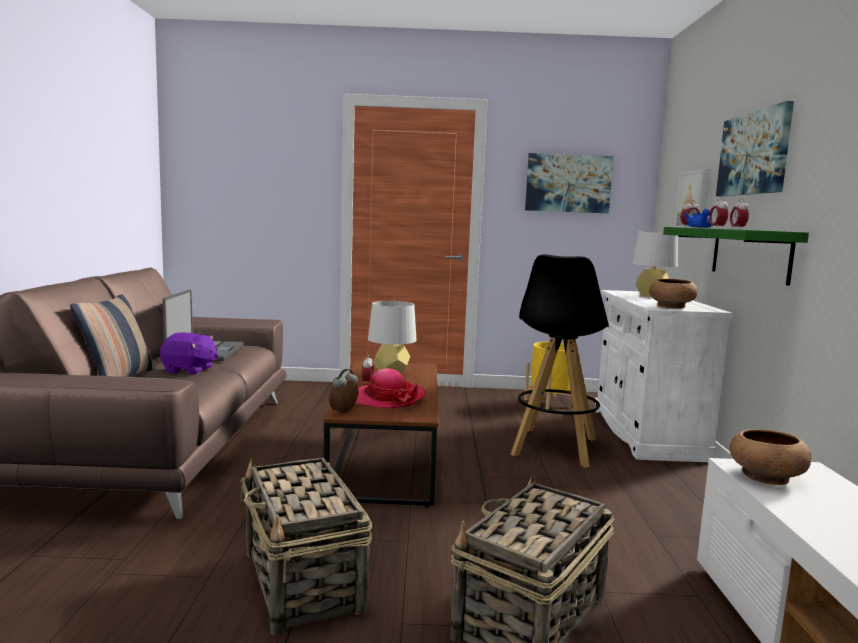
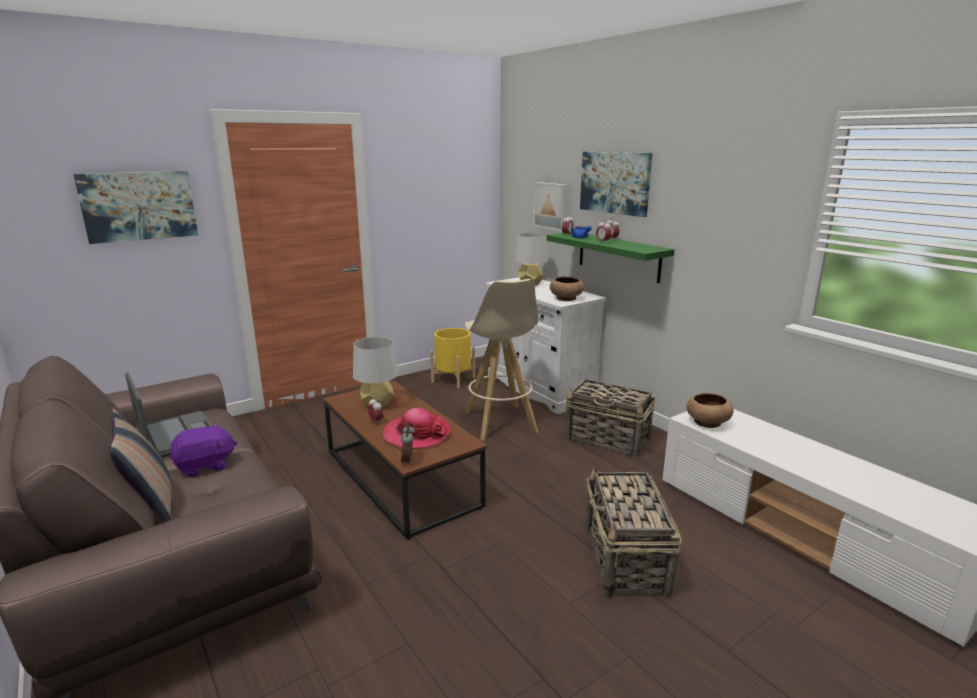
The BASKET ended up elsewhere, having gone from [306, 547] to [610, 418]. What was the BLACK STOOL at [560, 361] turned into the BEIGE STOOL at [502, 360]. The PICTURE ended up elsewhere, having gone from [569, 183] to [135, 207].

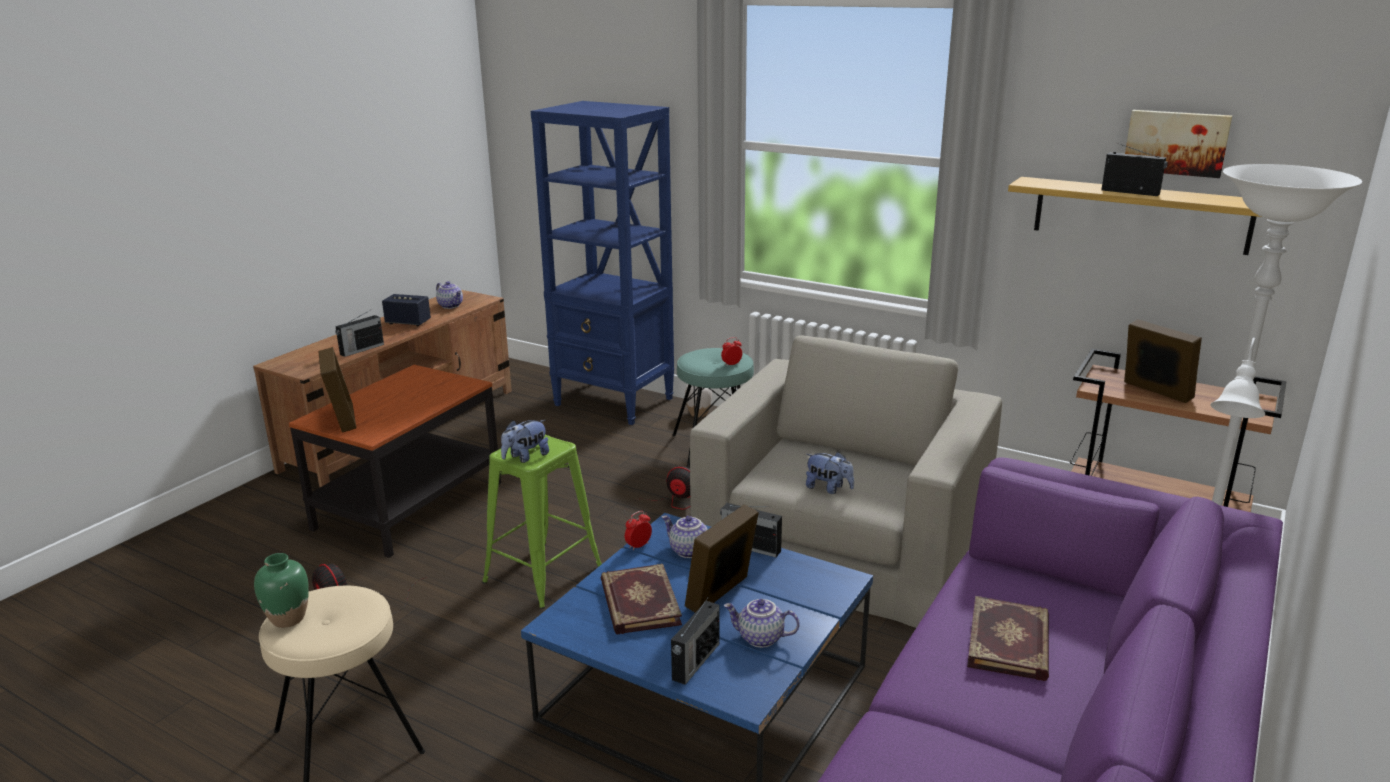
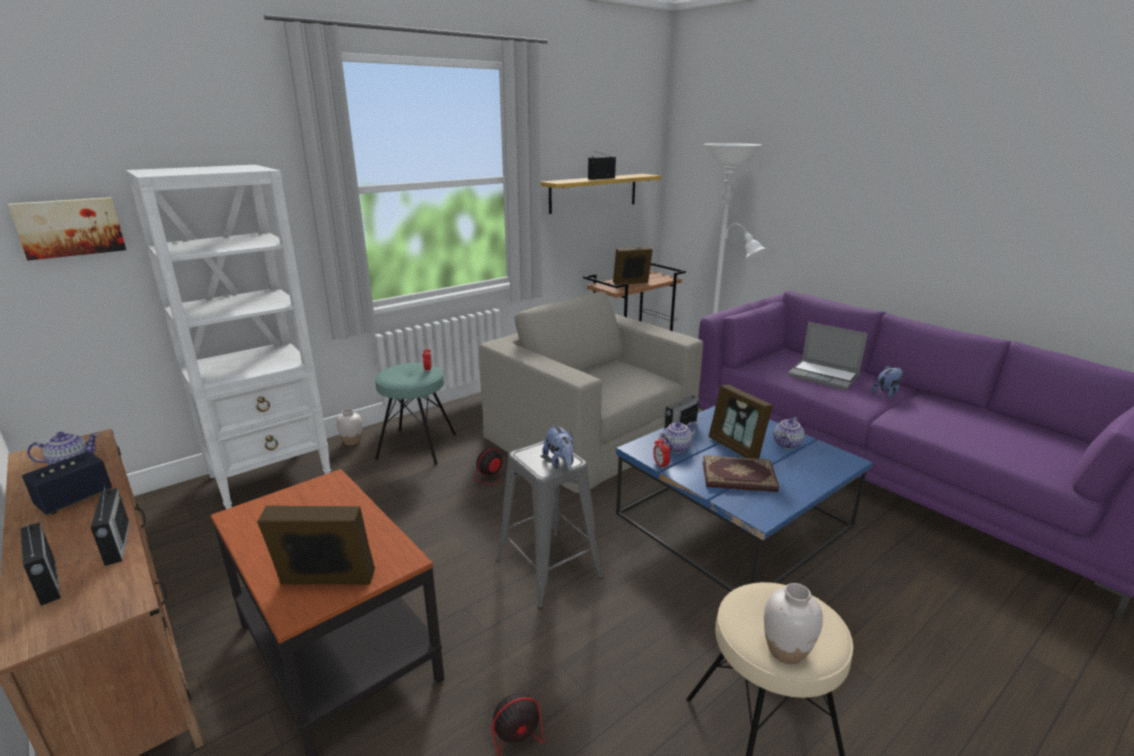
What was the GREEN VASE at [281, 590] turned into the WHITE VASE at [793, 623]. What was the GREEN STOOL at [542, 522] turned into the GREY STOOL at [549, 524]. What was the BLUE BOOKCASE at [602, 263] turned into the WHITE BOOKCASE at [228, 337]. The RADIO ended up elsewhere, having gone from [695, 640] to [40, 562]. The PLUSH TOY ended up elsewhere, having gone from [830, 473] to [887, 381]. Where the BOOK stood at [1008, 638], the LAPTOP came to stand at [828, 356]. The PICTURE ended up elsewhere, having gone from [1178, 144] to [67, 229].

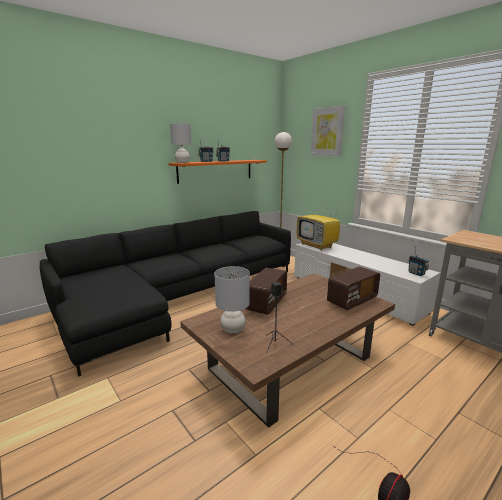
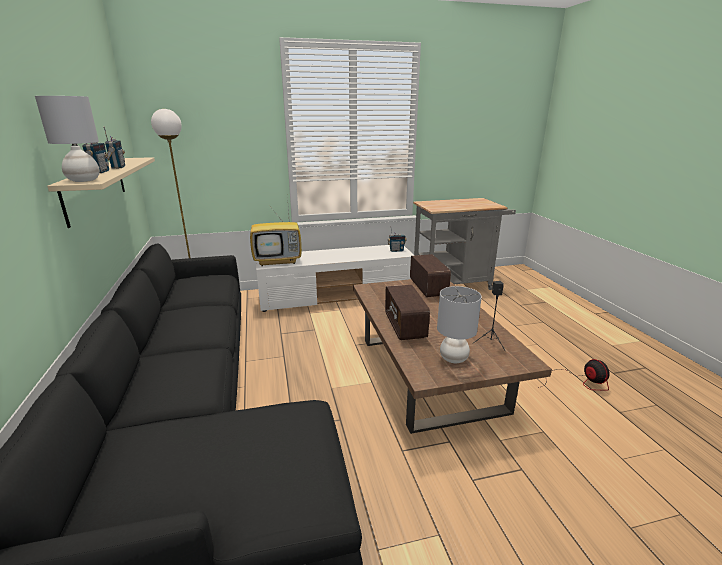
What was the ORANGE SHELF at [218, 172] turned into the BEIGE SHELF at [101, 192]. The RADIO at [266, 291] ended up facing another way, 150 degrees counterclockwise from before. The second view lost the PICTURE at [328, 131].

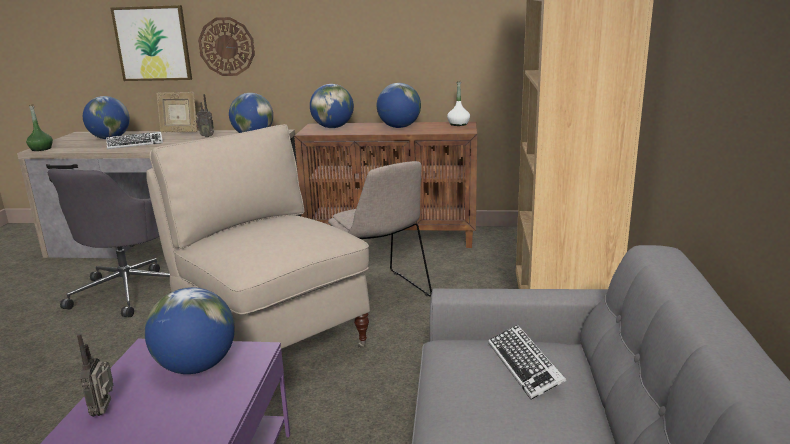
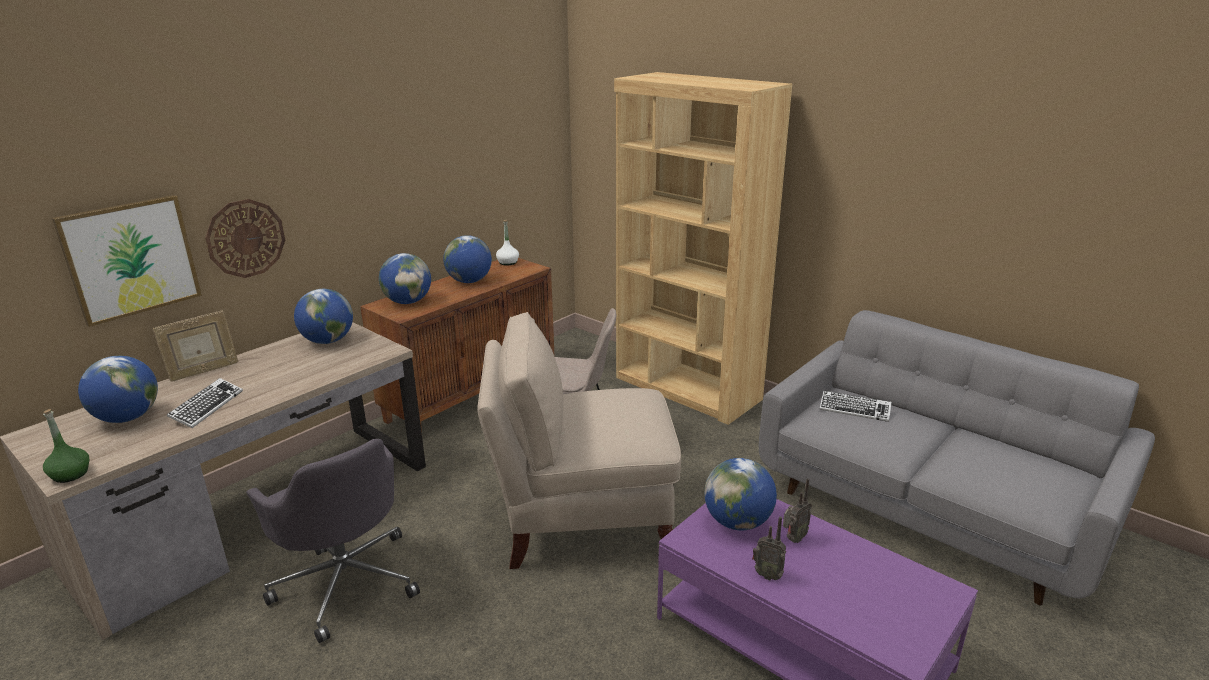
The RADIO ended up elsewhere, having gone from [205, 116] to [797, 510].

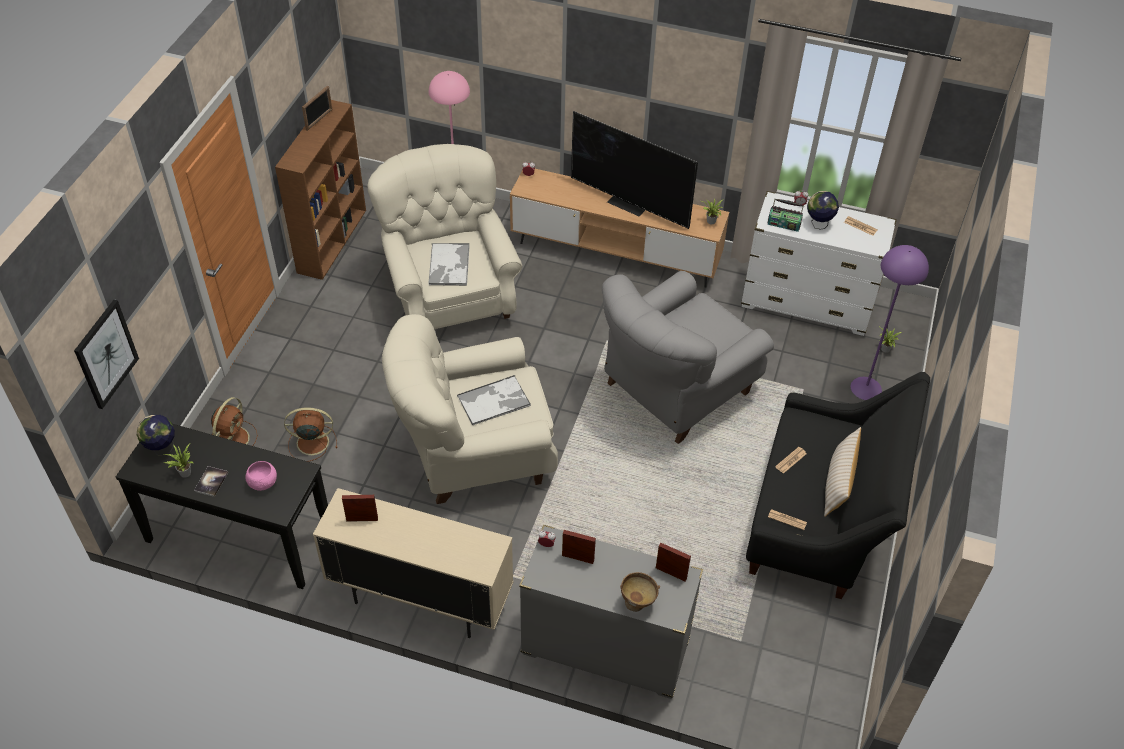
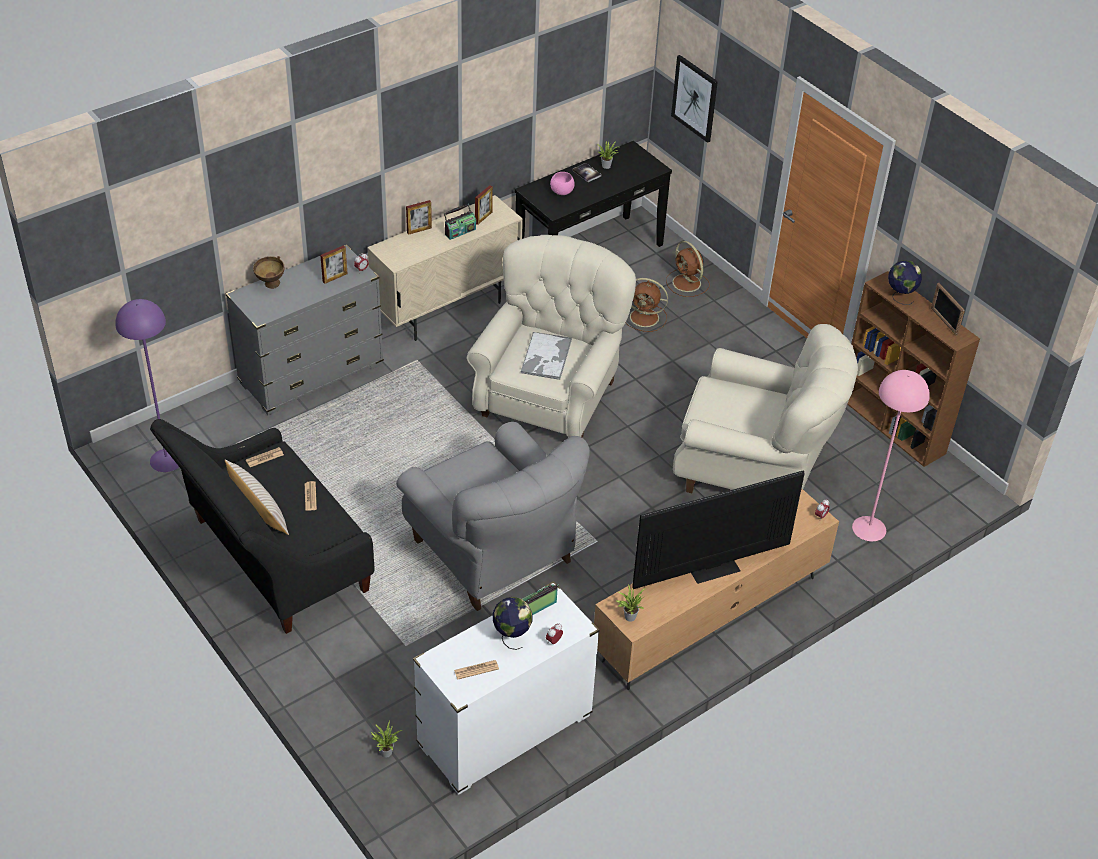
The GLOBE ended up elsewhere, having gone from [156, 435] to [905, 282]. The BROWN FAN at [310, 434] ended up facing another way, 75 degrees clockwise from before. The second view lost the TRAY at [449, 264]. The GREY ARMCHAIR at [688, 357] ended up facing another way, 150 degrees clockwise from before. The PICTURE FRAME ended up elsewhere, having gone from [673, 562] to [419, 217]. The PURPLE FLOOR LAMP ended up elsewhere, having gone from [890, 322] to [147, 385]. The second view gained the RADIO at [460, 222].

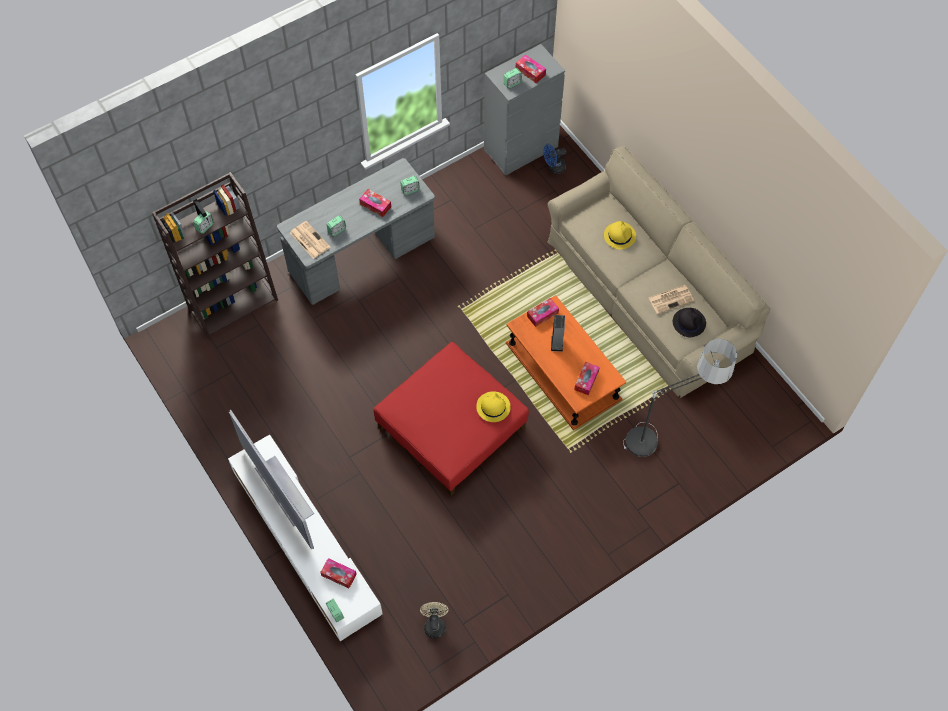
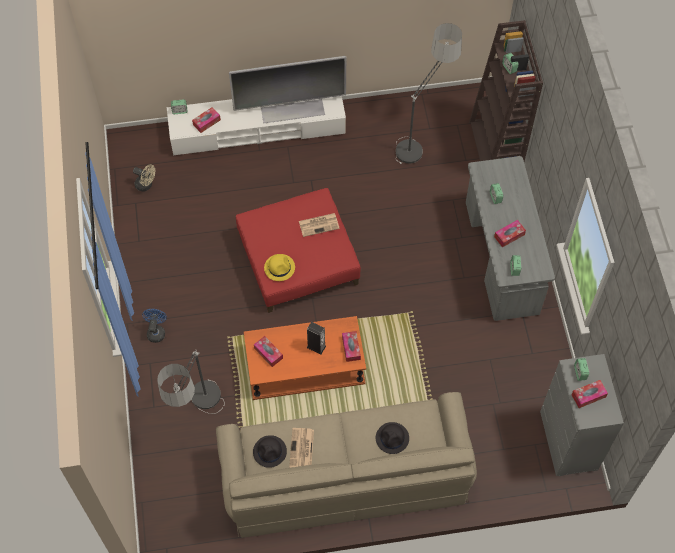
The NEWSPAPER ended up elsewhere, having gone from [310, 240] to [319, 225]. The BLUE FAN ended up elsewhere, having gone from [554, 159] to [154, 326]. What was the YELLOW HAT at [620, 235] turned into the BLACK HAT at [392, 438]. The second view gained the FLOOR LAMP at [429, 93].

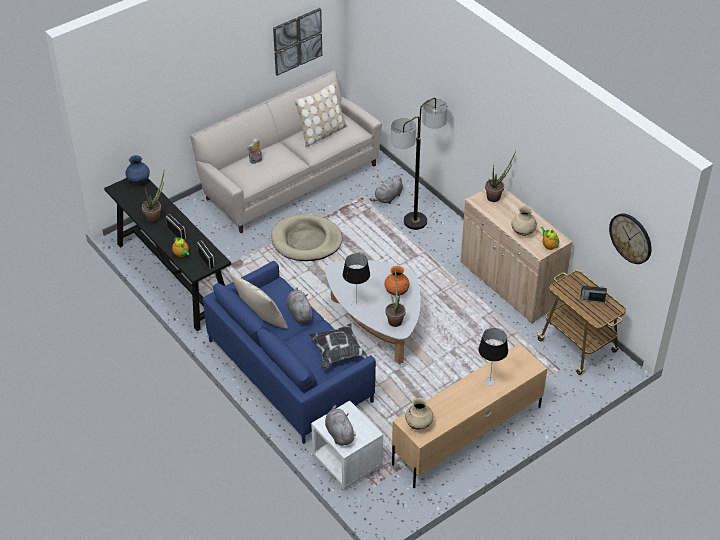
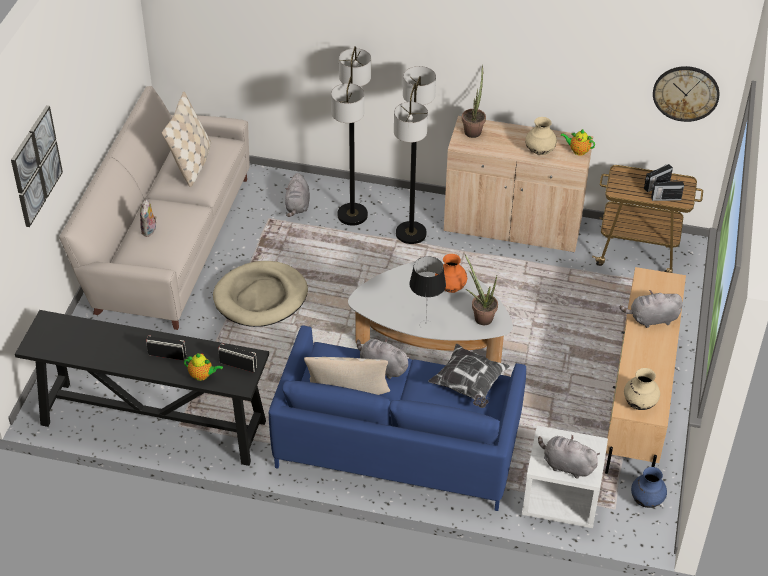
The BLUE VASE ended up elsewhere, having gone from [137, 169] to [649, 487]. The second view lost the POTTED PLANT at [153, 197]. The PICTURE ended up elsewhere, having gone from [297, 42] to [37, 166]. Where the TABLE LAMP stood at [493, 356], the GREY PLUSH TOY came to stand at [651, 309]. The second view gained the FLOOR LAMP at [415, 155]. The second view gained the RADIO at [667, 190].

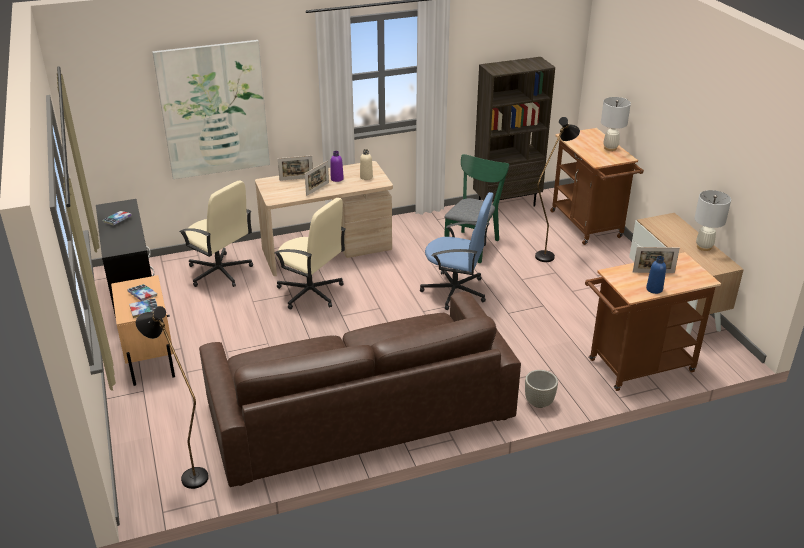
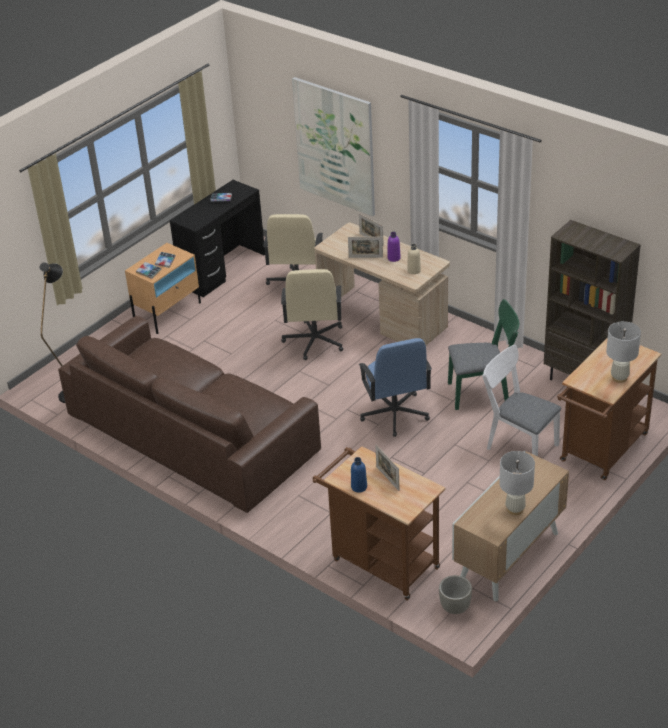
The GREY PLANTER ended up elsewhere, having gone from [541, 389] to [455, 594]. Where the BLACK FLOOR LAMP stood at [557, 189], the WHITE CHAIR came to stand at [521, 400].

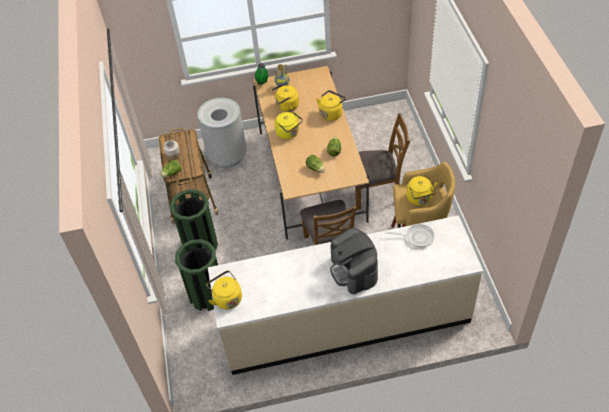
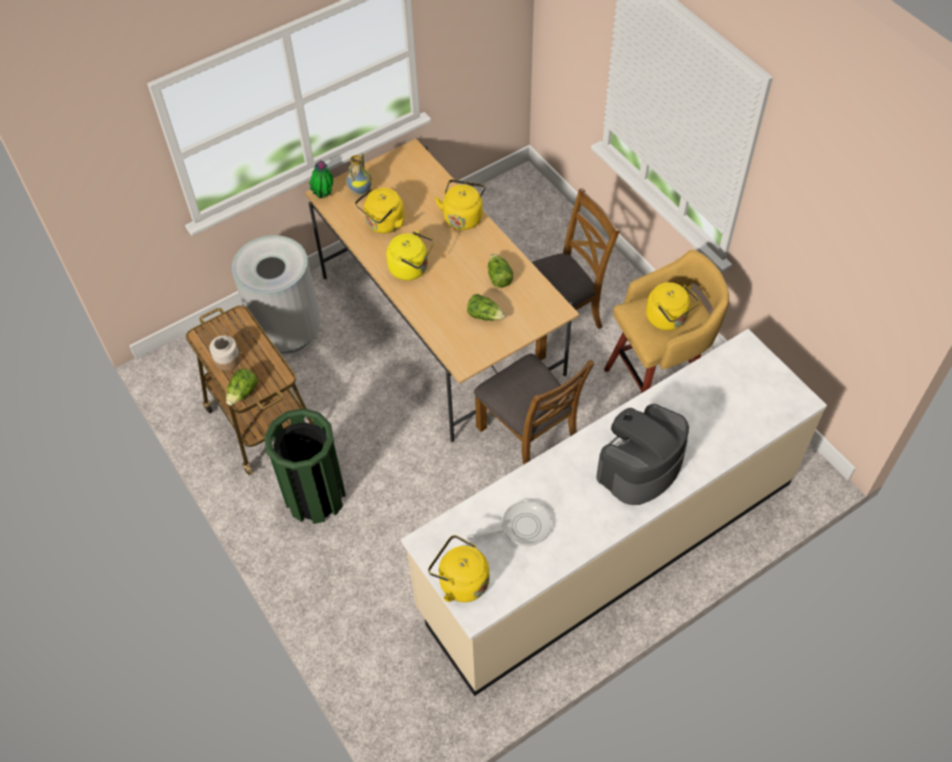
The second view lost the GREEN TRASH CAN at [196, 275]. The COFFEE MACHINE at [354, 261] ended up facing another way, 90 degrees clockwise from before. The FRYING PAN ended up elsewhere, having gone from [410, 235] to [509, 523].

